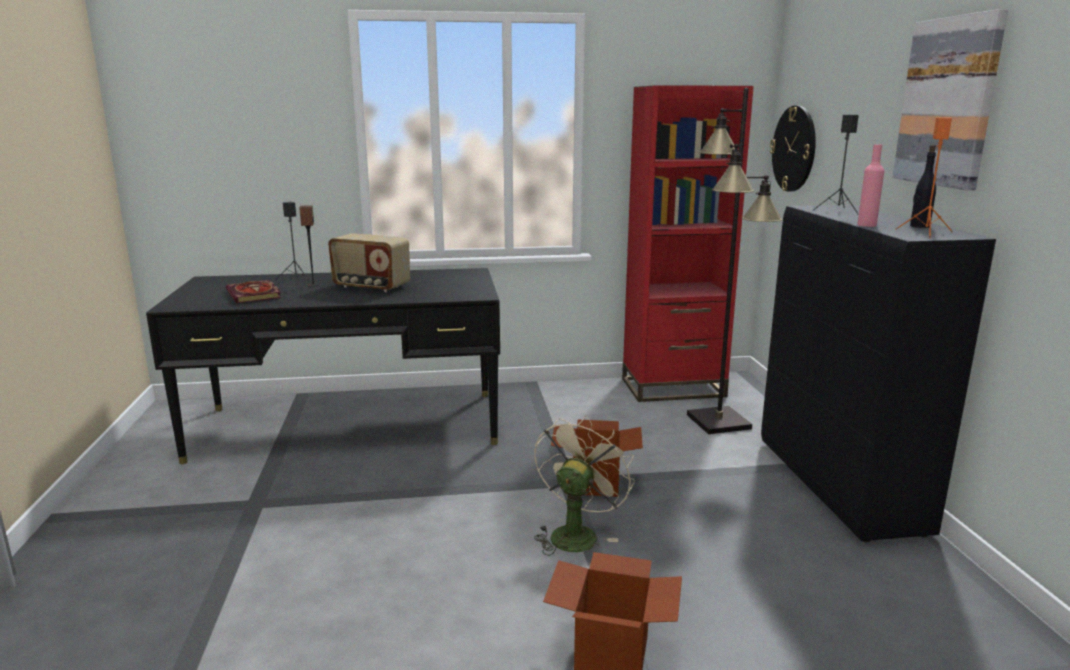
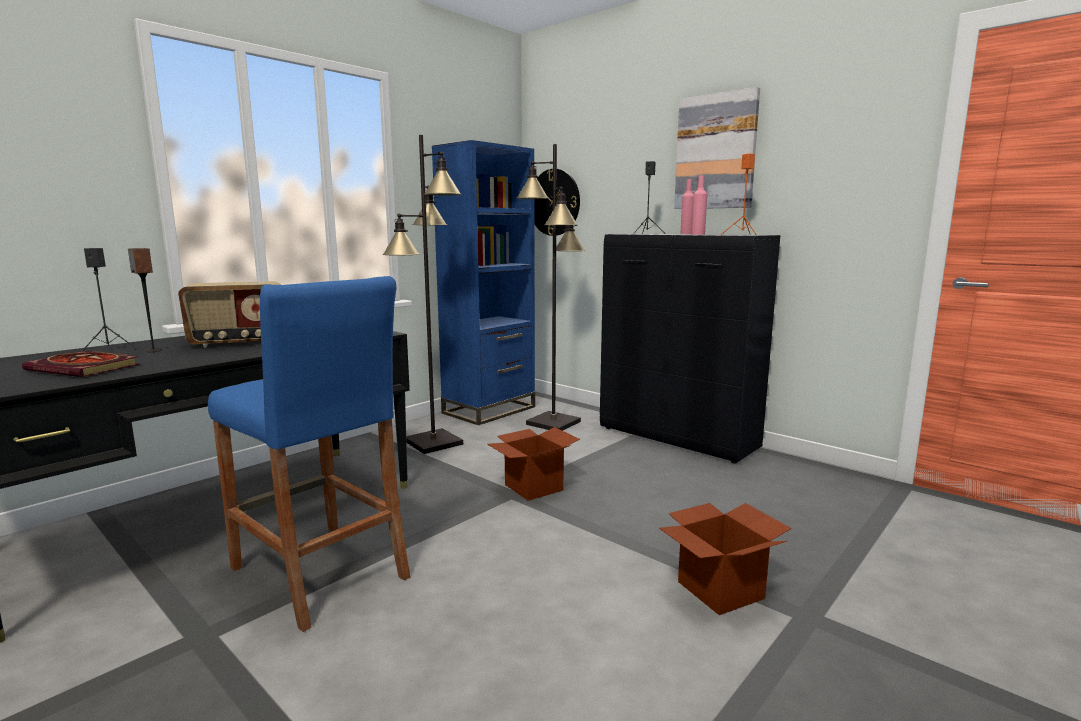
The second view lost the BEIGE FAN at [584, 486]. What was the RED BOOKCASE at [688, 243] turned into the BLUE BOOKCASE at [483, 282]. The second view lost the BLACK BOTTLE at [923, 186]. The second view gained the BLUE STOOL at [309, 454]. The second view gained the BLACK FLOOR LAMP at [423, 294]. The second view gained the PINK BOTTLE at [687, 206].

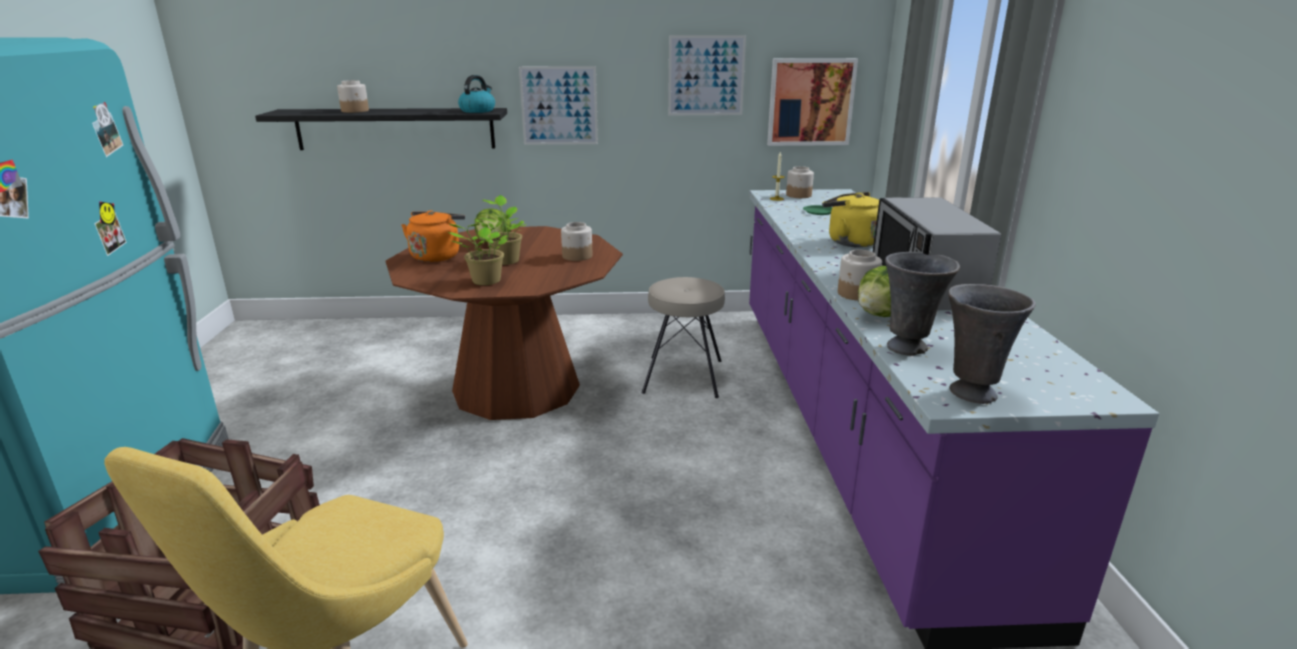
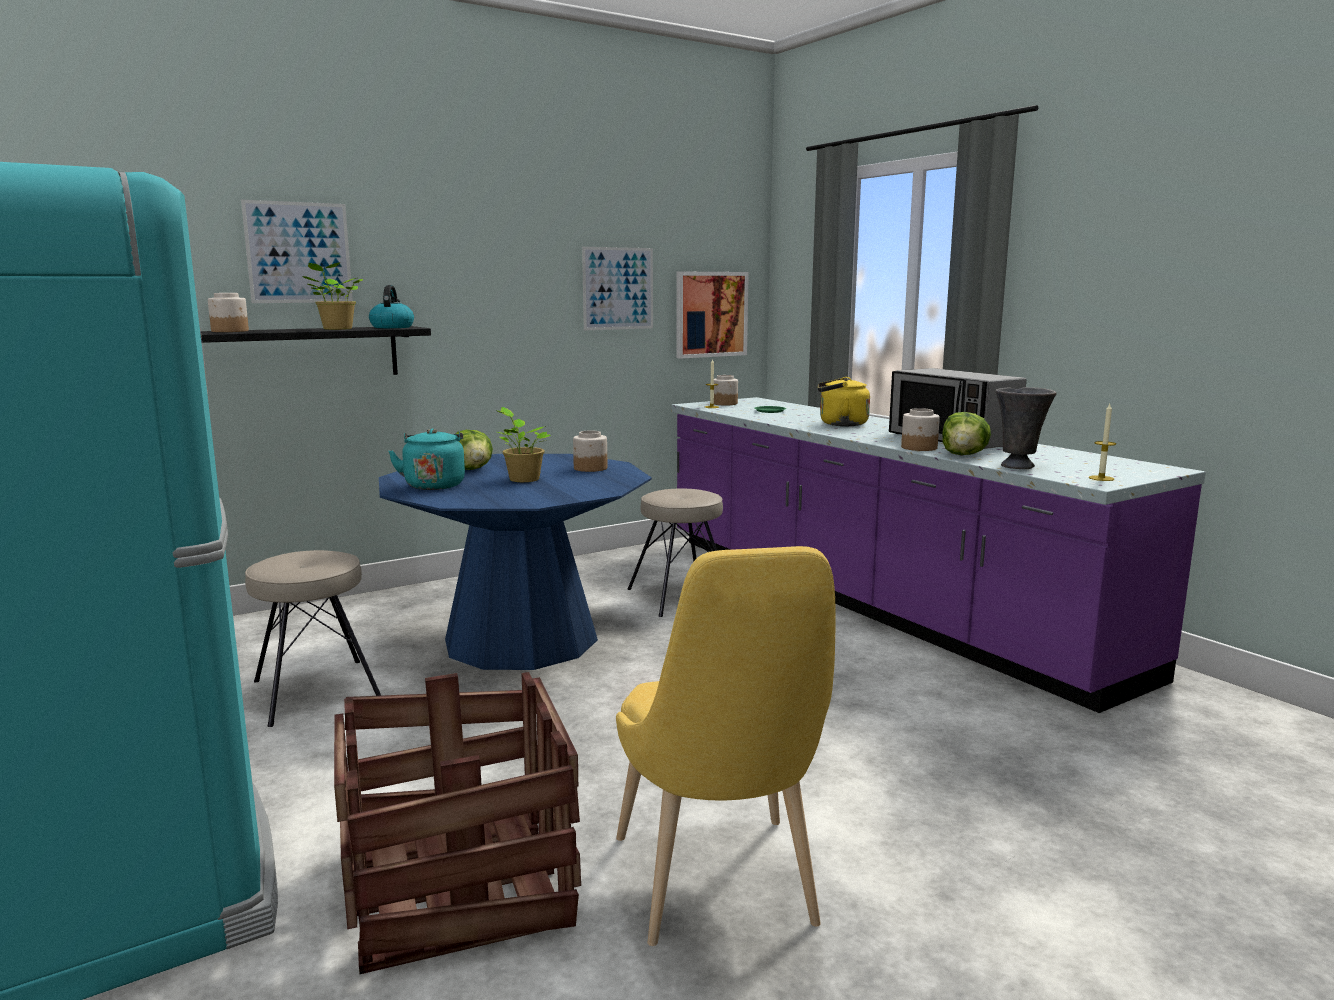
What was the BROWN DINING TABLE at [504, 323] turned into the BLUE DINING TABLE at [515, 562]. What was the ORANGE KETTLE at [433, 236] turned into the TURQUOISE KETTLE at [426, 459]. The POTTED PLANT ended up elsewhere, having gone from [477, 254] to [332, 296]. The PICTURE ended up elsewhere, having gone from [558, 105] to [297, 251]. Where the GREY VASE stood at [992, 344], the CANDLE came to stand at [1102, 442]. The second view gained the BEIGE STOOL at [313, 638].

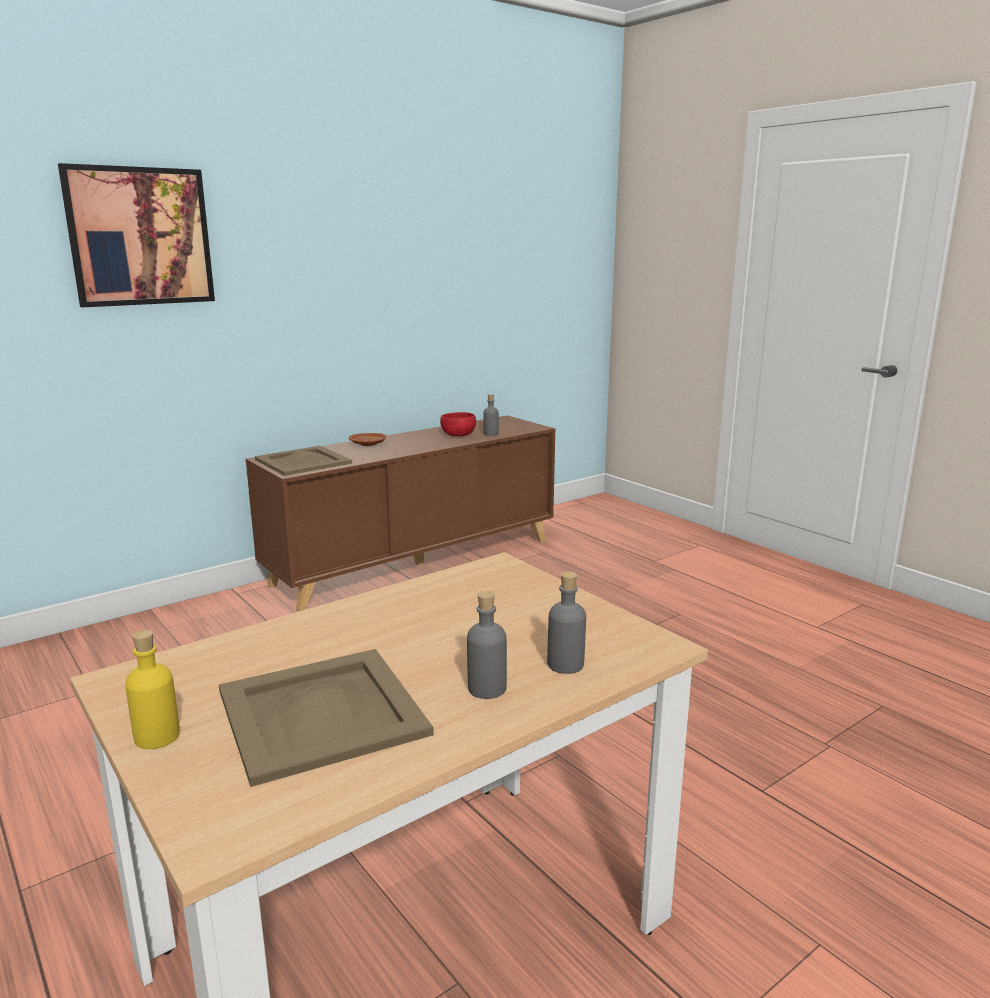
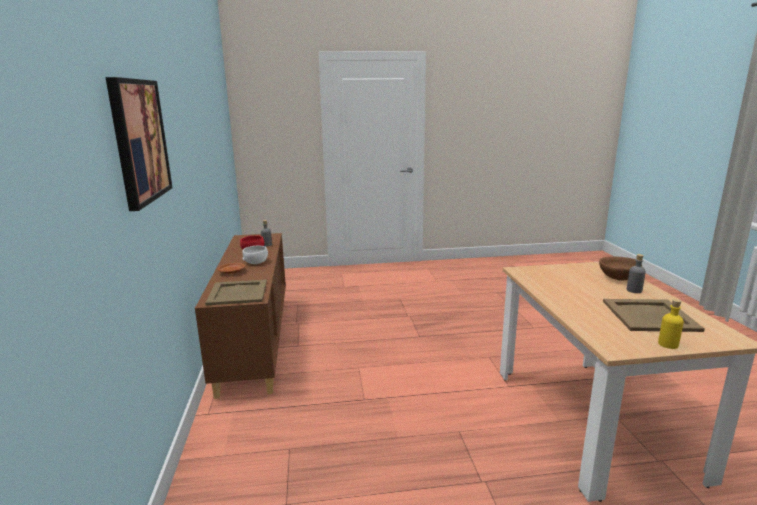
Where the GREY BOTTLE stood at [566, 623], the BROWN BOWL came to stand at [620, 268]. The second view gained the WHITE BOWL at [255, 255].

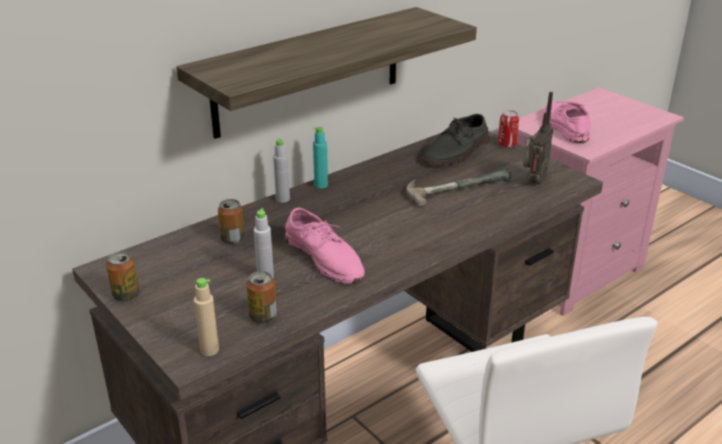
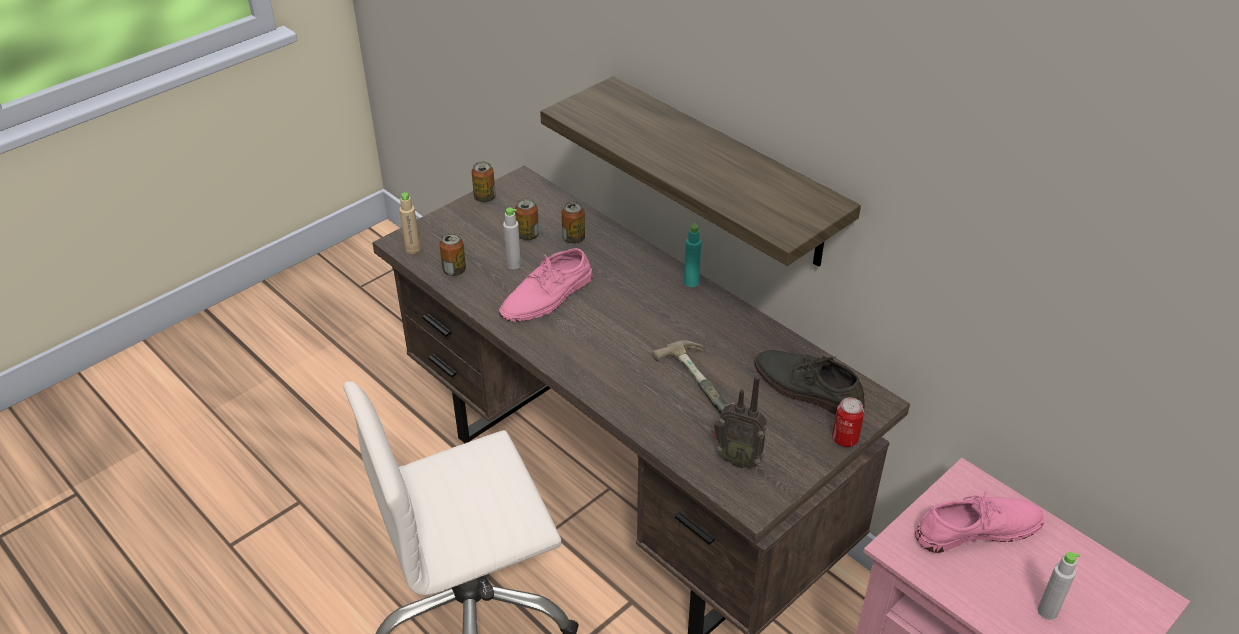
The GREY BOTTLE ended up elsewhere, having gone from [281, 170] to [1059, 586]. The second view gained the CAN at [527, 219].

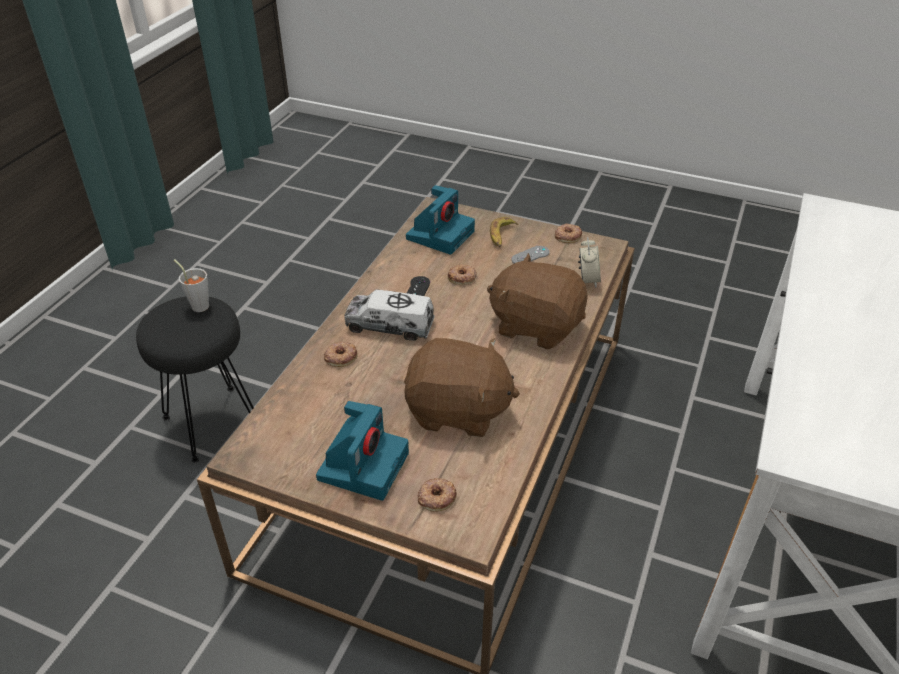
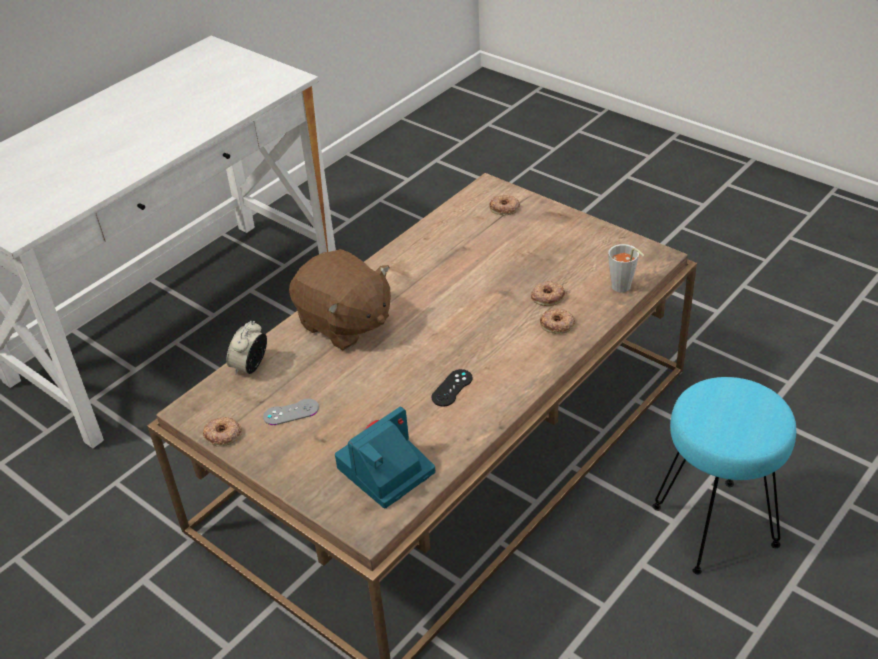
What was the BLACK STOOL at [195, 379] turned into the TURQUOISE STOOL at [724, 475]. The GREY CUP ended up elsewhere, having gone from [191, 285] to [626, 268]. The second view lost the PHOTO CAMERA at [362, 451]. The second view lost the TOY TRUCK at [389, 315]. The second view lost the BROWN PLUSH TOY at [462, 387]. The DONUT ended up elsewhere, having gone from [462, 274] to [548, 293]. The second view lost the BANANA at [504, 232].

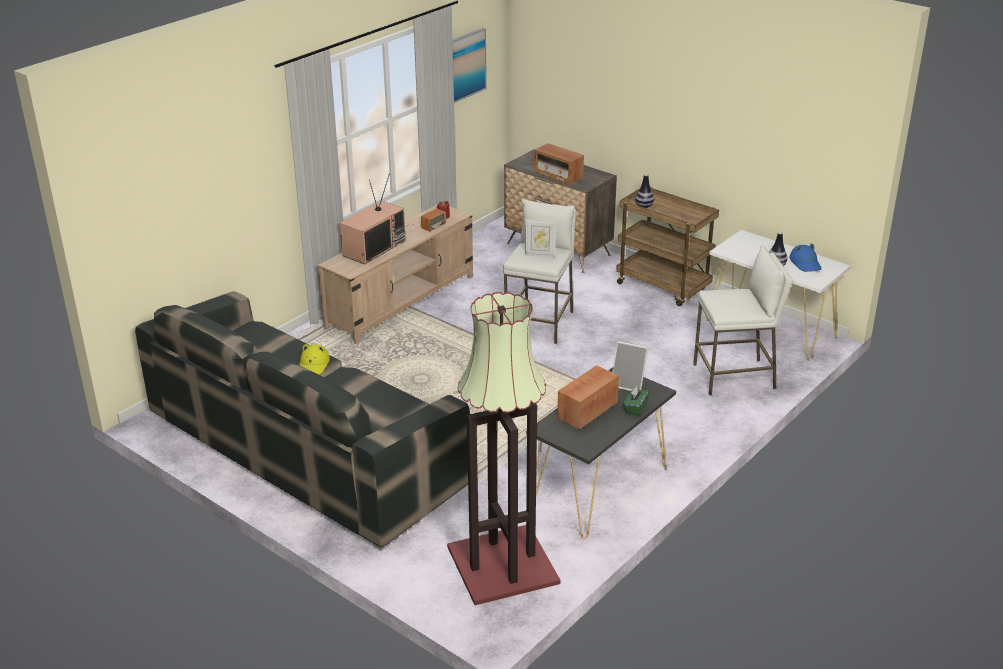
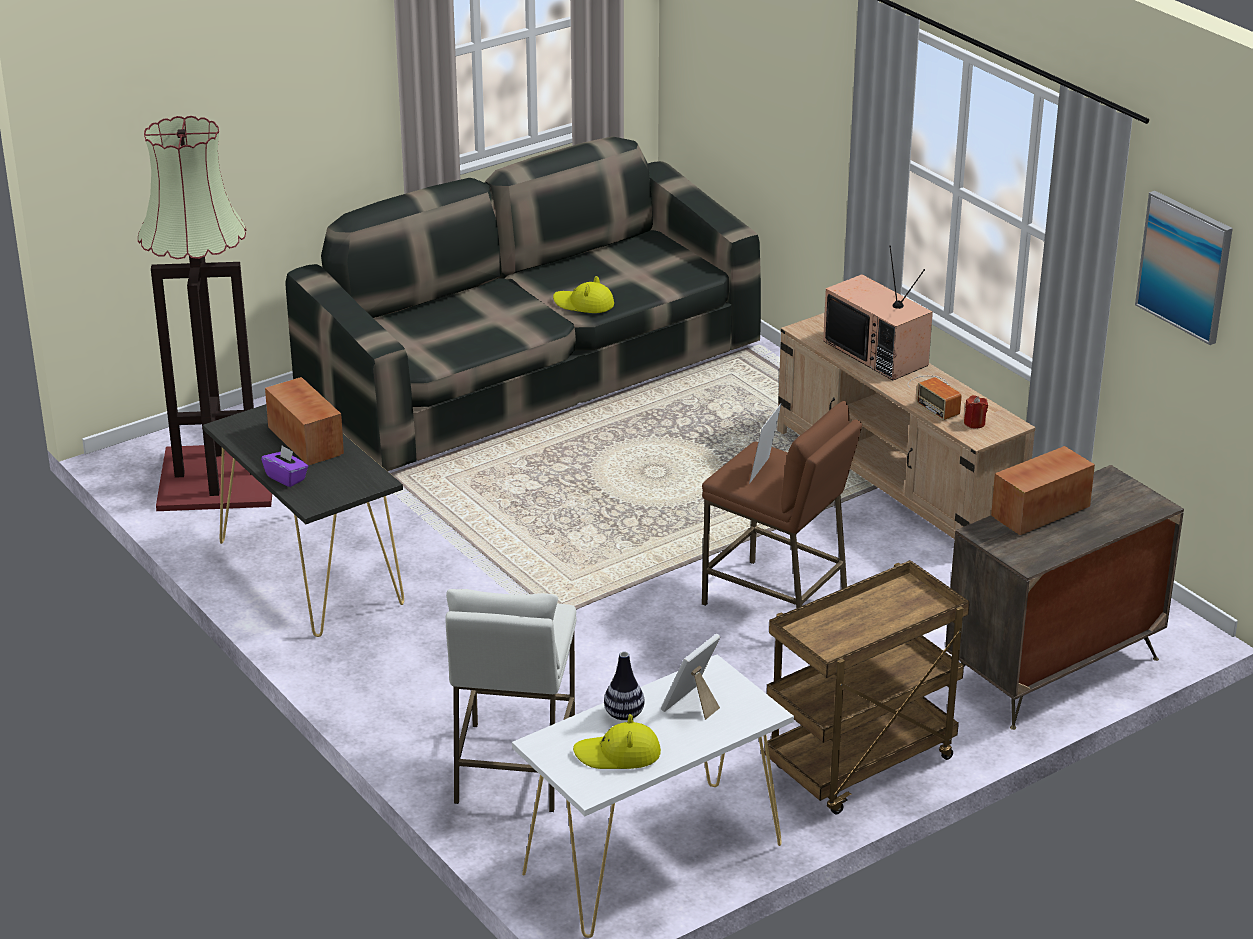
What was the WHITE STOOL at [539, 271] turned into the BROWN STOOL at [782, 504]. The PICTURE FRAME ended up elsewhere, having gone from [630, 366] to [690, 677]. What was the GREEN TISSUE BOX at [636, 401] turned into the PURPLE TISSUE BOX at [284, 466]. The second view lost the VASE at [644, 191]. What was the BLUE HAT at [805, 257] turned into the YELLOW HAT at [617, 741].

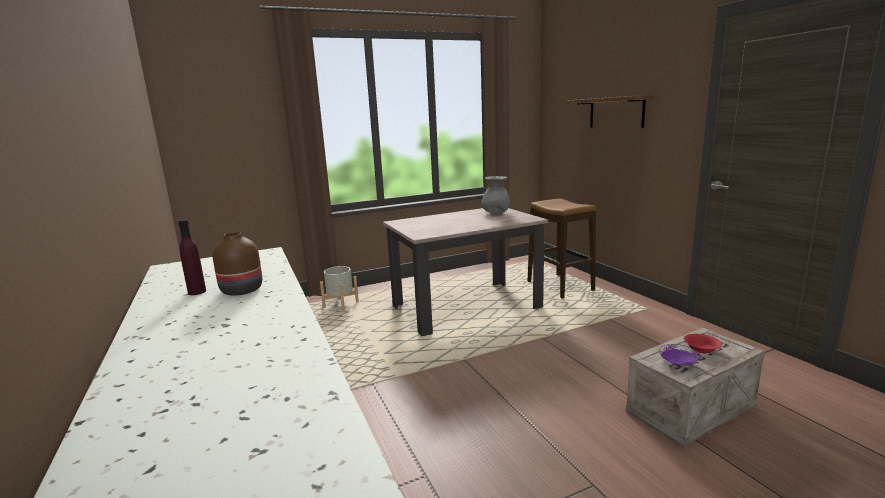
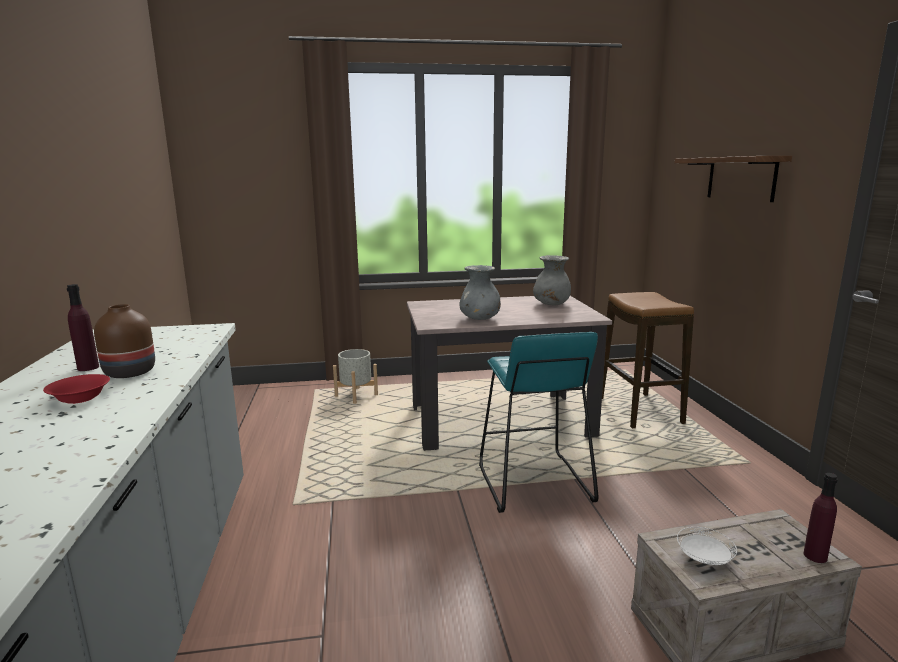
What was the PURPLE PLATE at [679, 354] turned into the WHITE PLATE at [707, 546]. The RED BOWL ended up elsewhere, having gone from [703, 343] to [76, 389]. The second view gained the GREY VASE at [480, 292]. The second view gained the TURQUOISE STOOL at [538, 422]. The second view gained the PURPLE BOTTLE at [821, 518].

